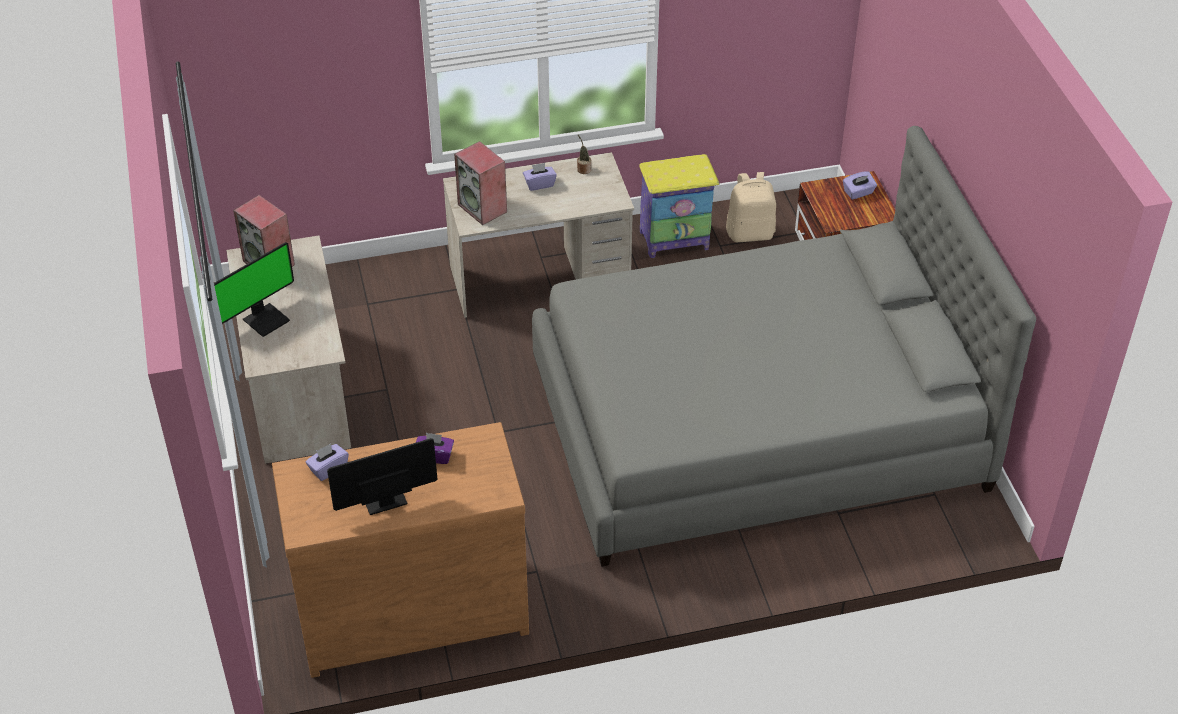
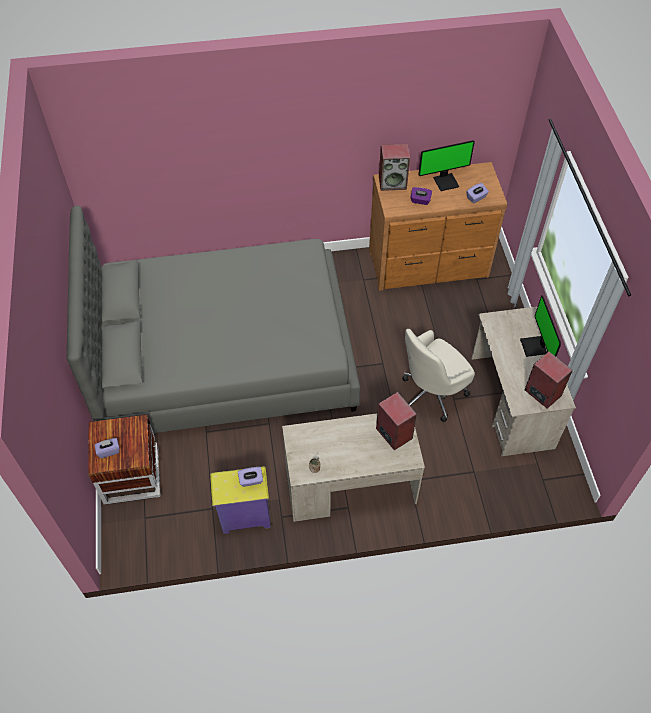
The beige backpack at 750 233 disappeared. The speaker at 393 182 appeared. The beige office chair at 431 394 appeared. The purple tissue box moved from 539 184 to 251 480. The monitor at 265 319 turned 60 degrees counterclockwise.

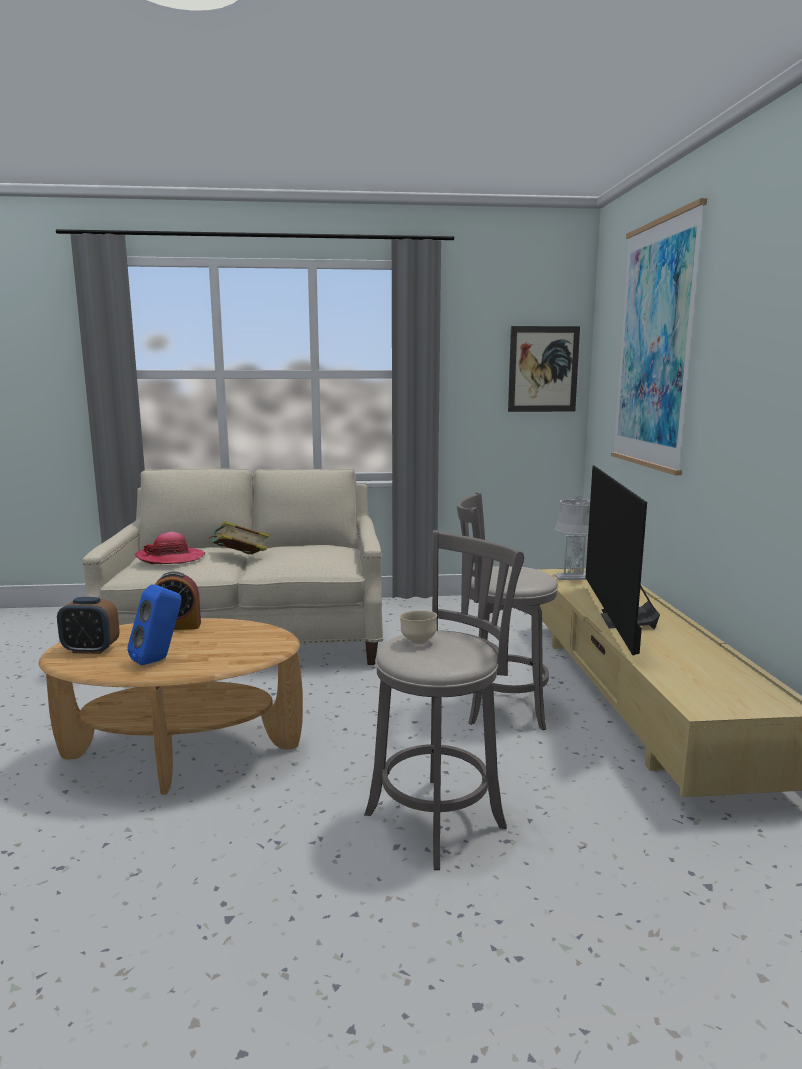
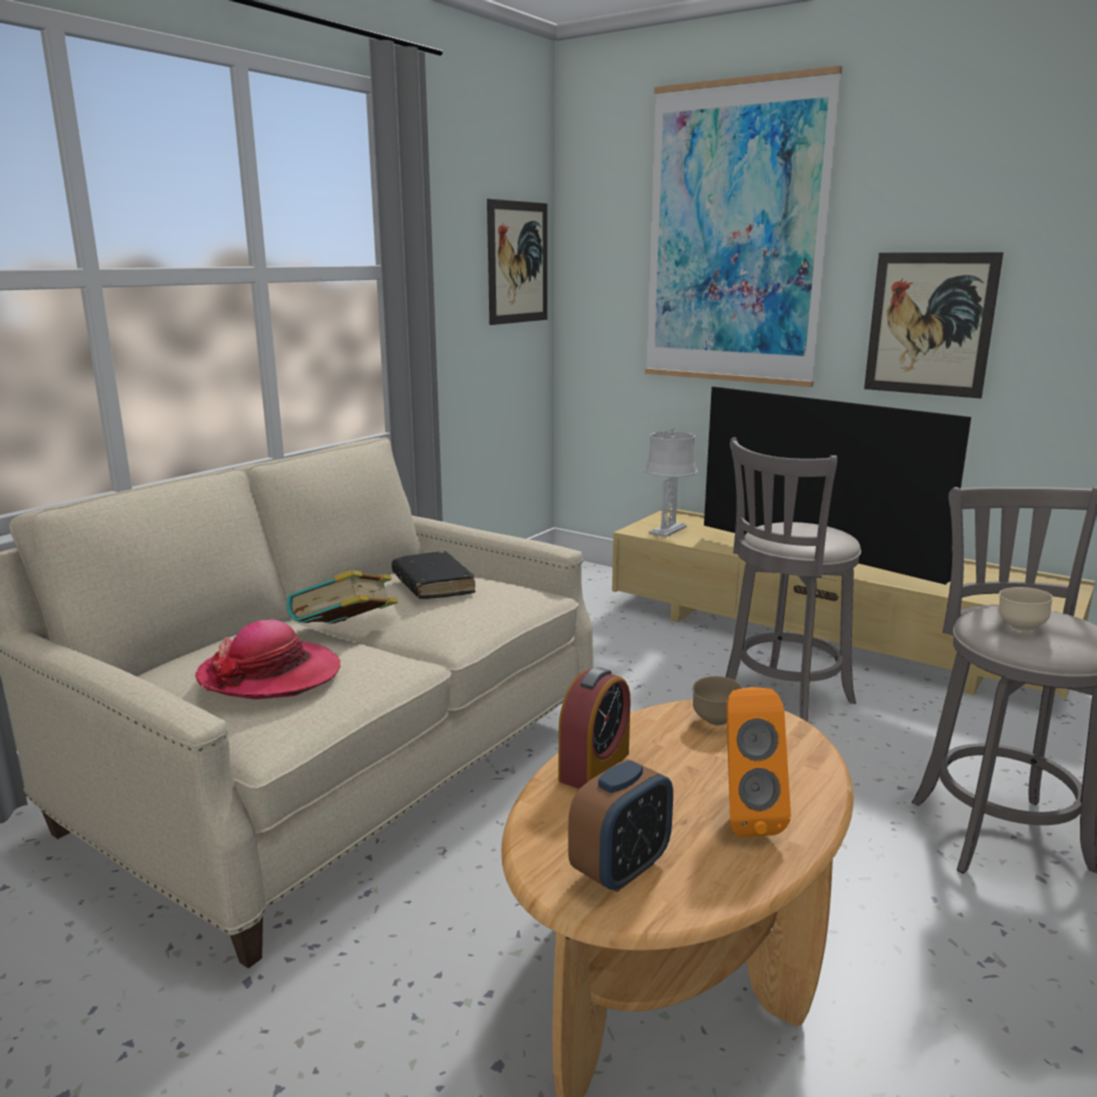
The black book at 433 585 appeared. The brown bowl at 715 722 appeared. The picture at 930 324 appeared. The blue speaker at 159 660 became the orange speaker at 744 817.

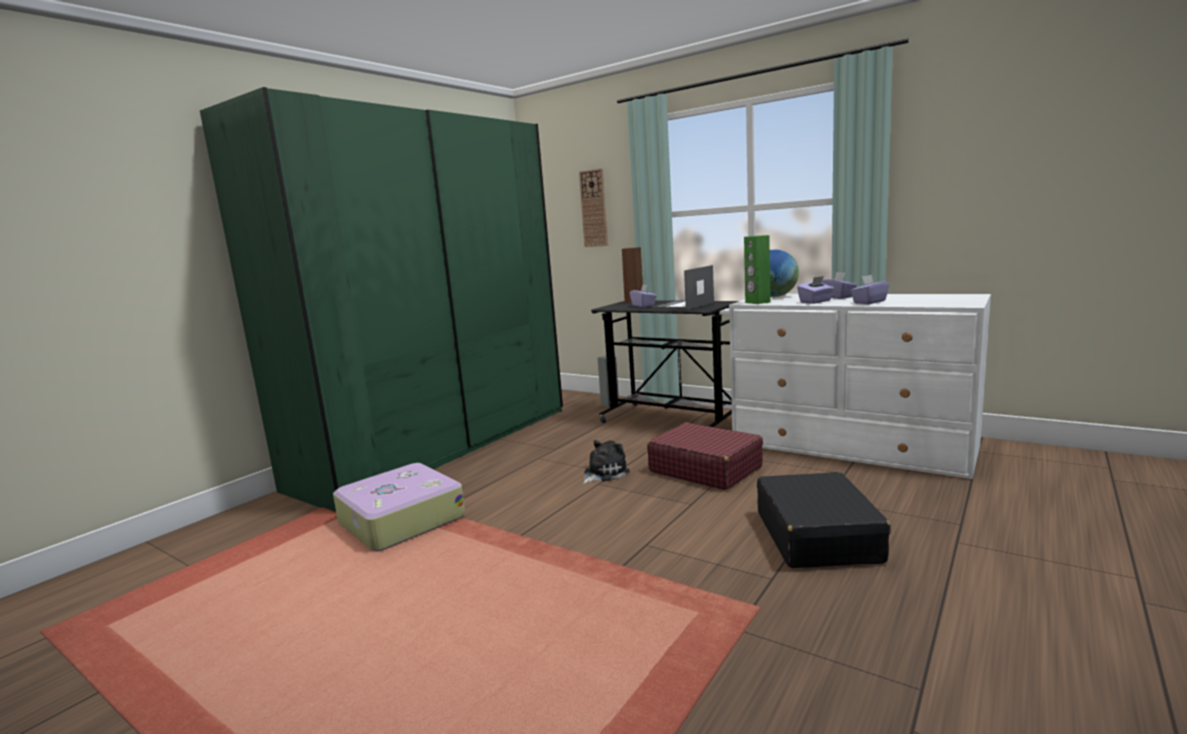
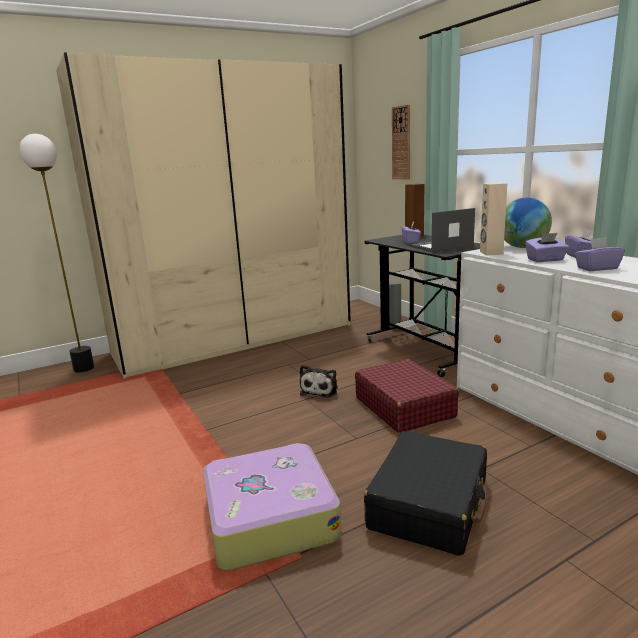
The floor lamp at 84 368 appeared. The suitcase moved from 400 520 to 269 517. The green wardrobe at 440 446 became the beige wardrobe at 235 338. The green speaker at 757 302 became the beige speaker at 491 253. The plush toy at 604 473 turned 120 degrees clockwise.

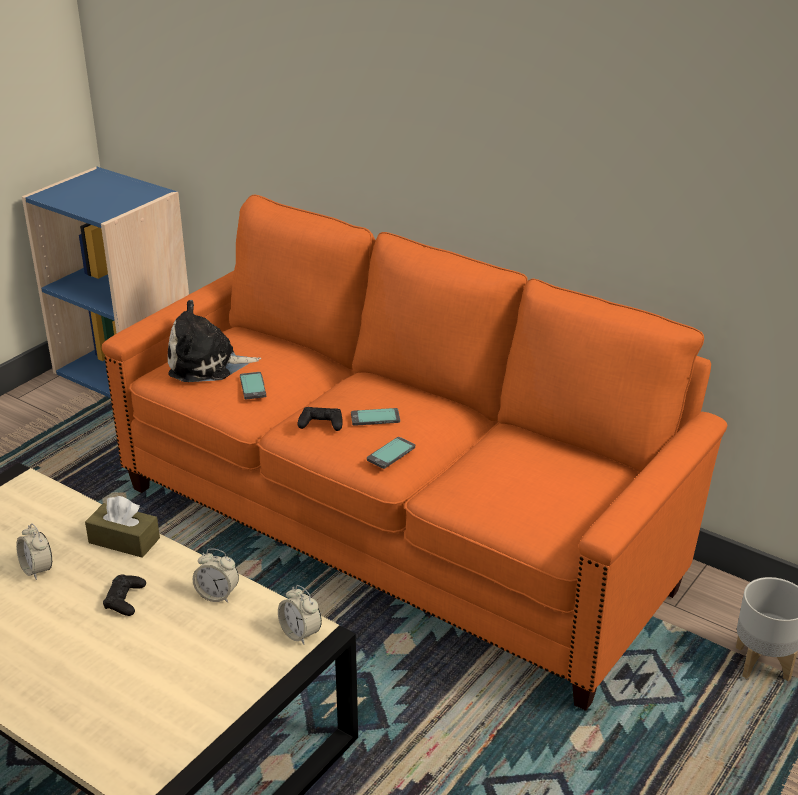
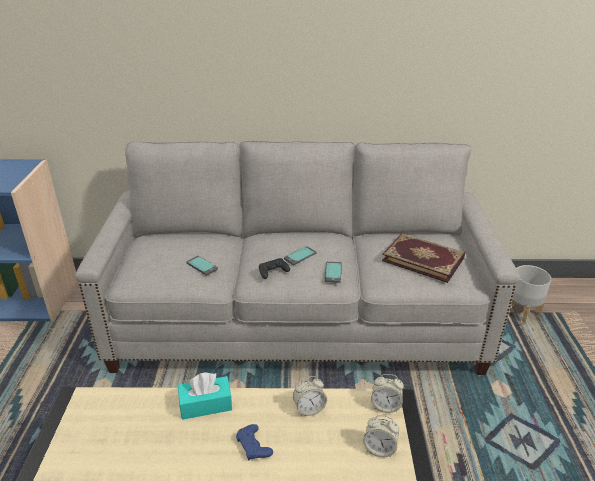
The plush toy at 207 364 disappeared. The book at 423 259 appeared. The alarm clock moved from 37 569 to 379 449. The brown tissue box at 124 540 became the turquoise tissue box at 206 405. The orange sofa at 401 530 became the grey sofa at 298 324. The black game controller at 125 600 became the blue game controller at 253 446.

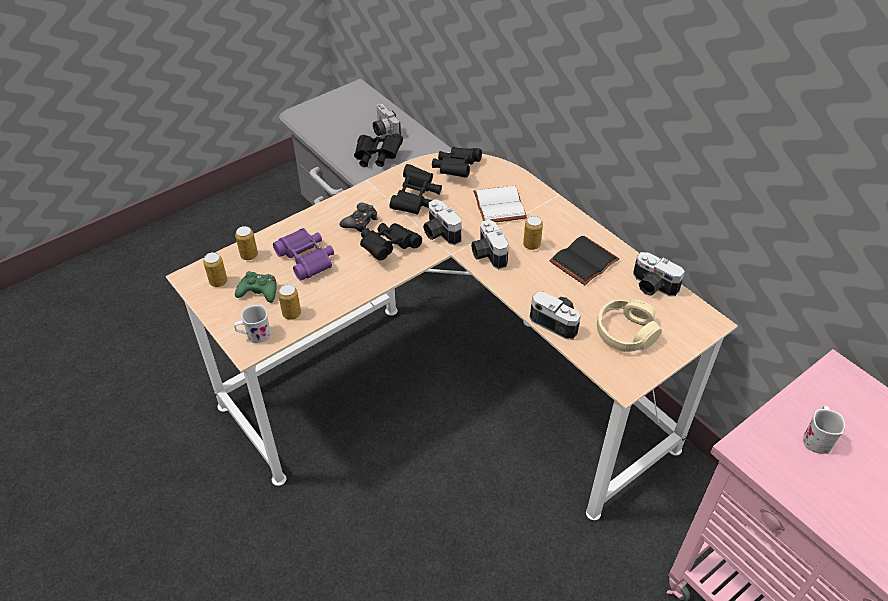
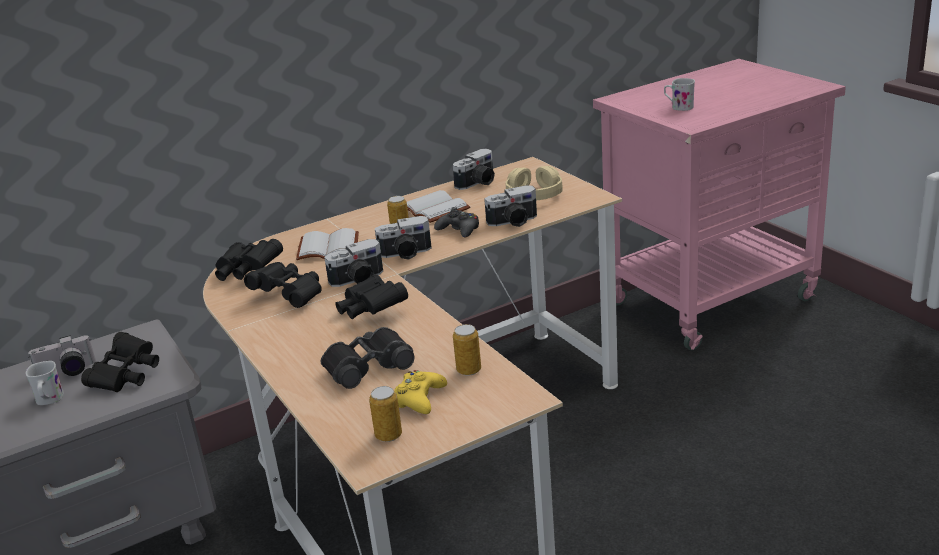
The can at 249 255 disappeared. The white mug moved from 254 335 to 49 400. The black game controller moved from 360 222 to 459 230. The green game controller at 259 291 became the yellow game controller at 419 399. The purple binoculars at 306 258 became the black binoculars at 367 366. The black book at 584 263 became the white book at 437 209. The photo camera at 556 321 turned 150 degrees counterclockwise.

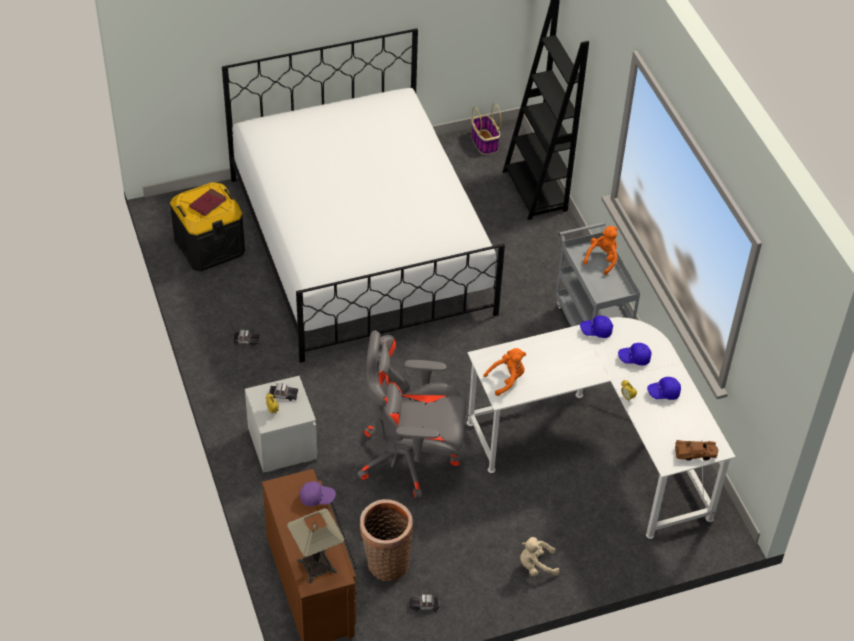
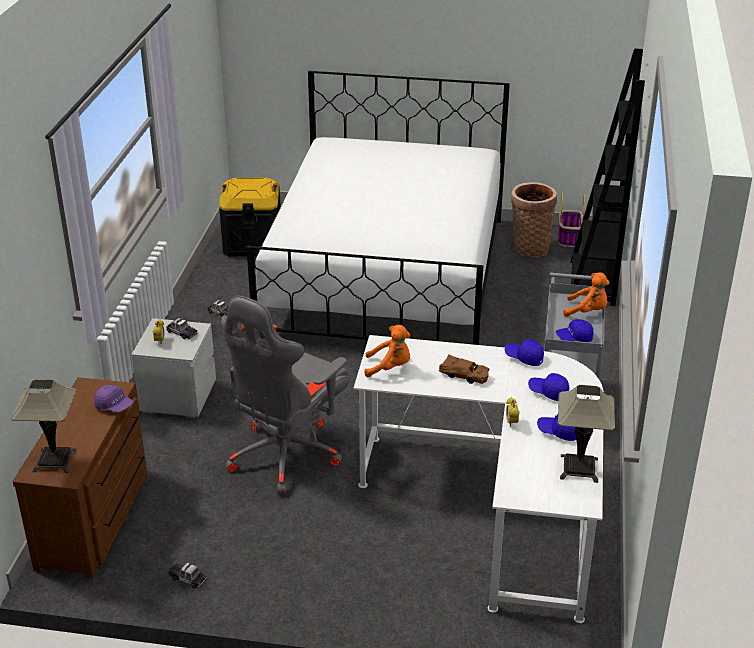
The red book at 208 203 disappeared. The beige plush toy at 536 565 disappeared. The blue cap at 574 338 appeared. The table lamp at 579 468 appeared. The basket moved from 385 562 to 529 247. The brown toy car moved from 695 453 to 464 375. The grey office chair at 414 460 turned 90 degrees counterclockwise. The orange plush toy at 602 259 turned 45 degrees clockwise.

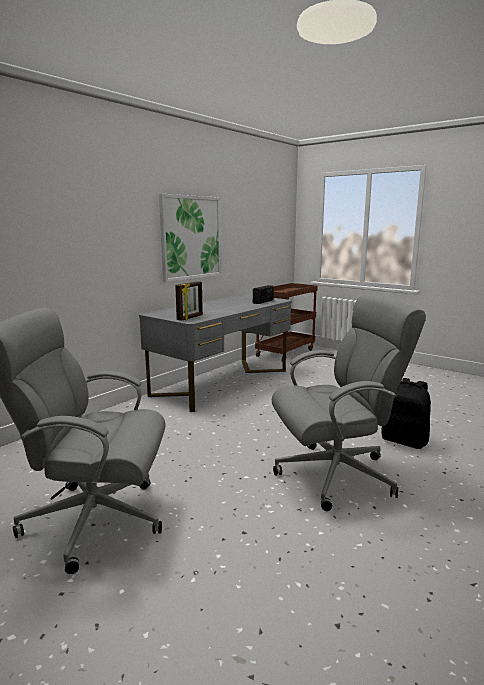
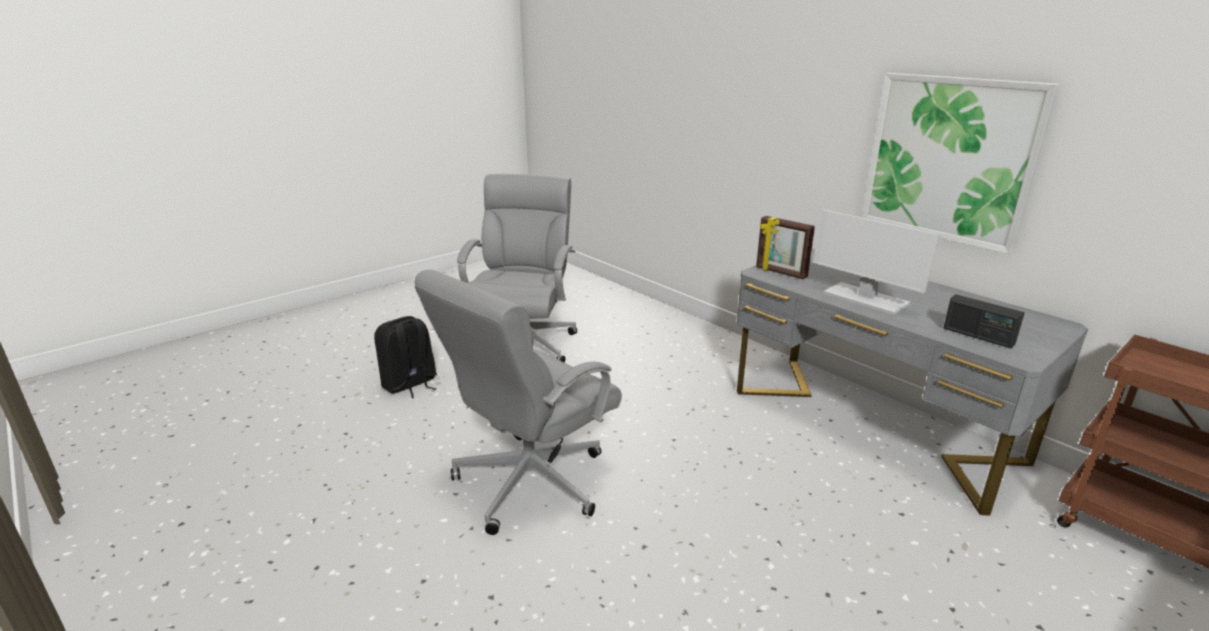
The monitor at 864 299 appeared. The black backpack moved from 404 441 to 410 384. The grey office chair at 335 475 turned 45 degrees clockwise.

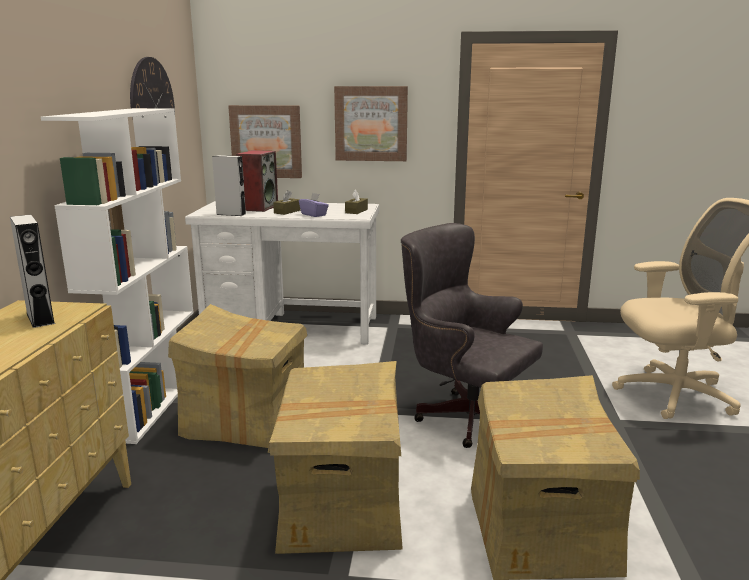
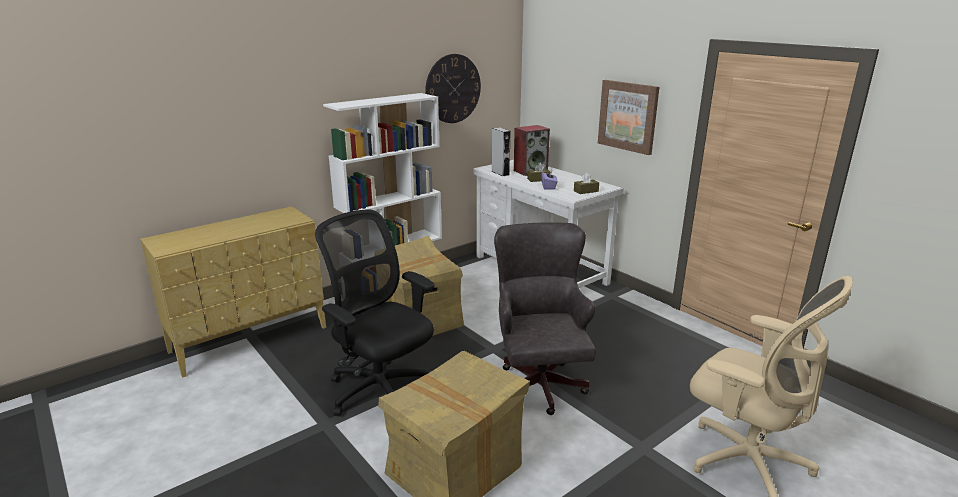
The grey speaker at 40 318 disappeared. The picture at 266 141 disappeared. The cardboard box at 340 508 was replaced by the black office chair at 383 392.

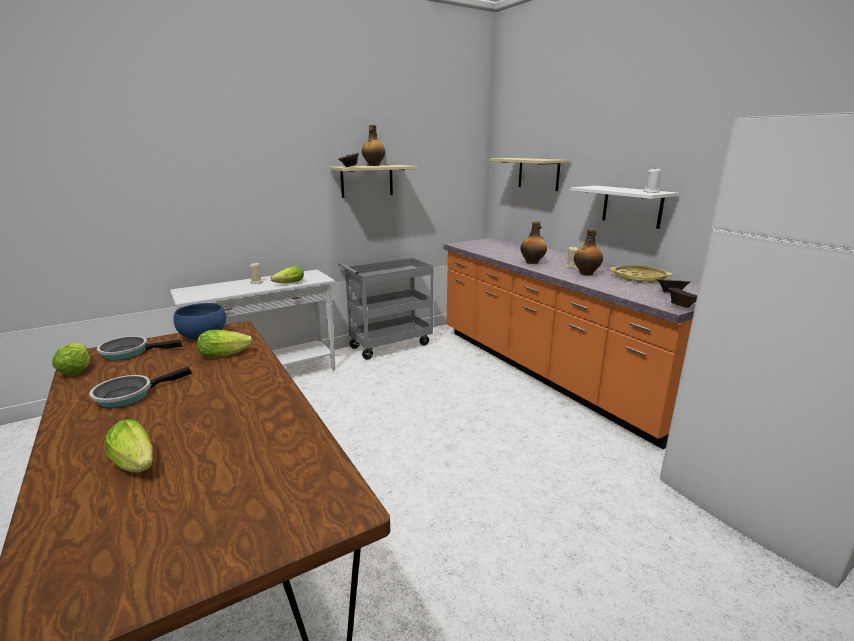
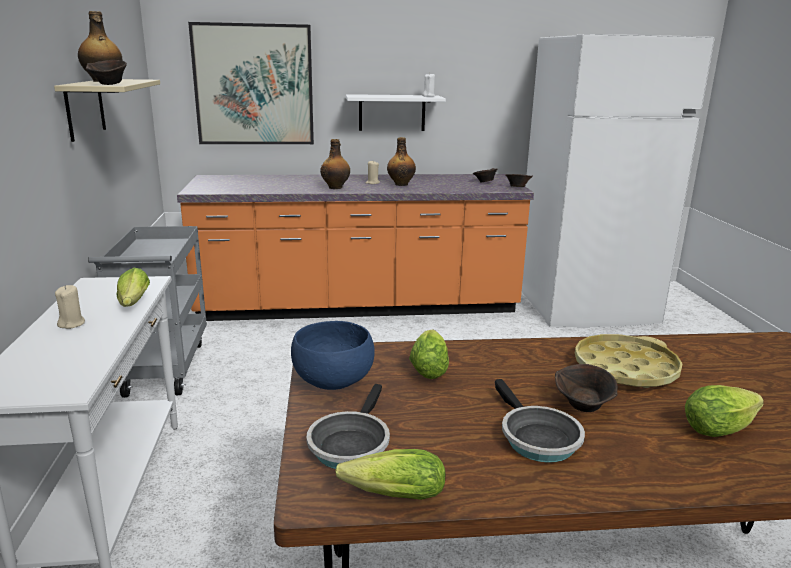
The brown bowl at 583 407 appeared. The yellow tray moved from 639 278 to 625 369. The beige shelf at 538 174 was replaced by the picture at 254 85.

